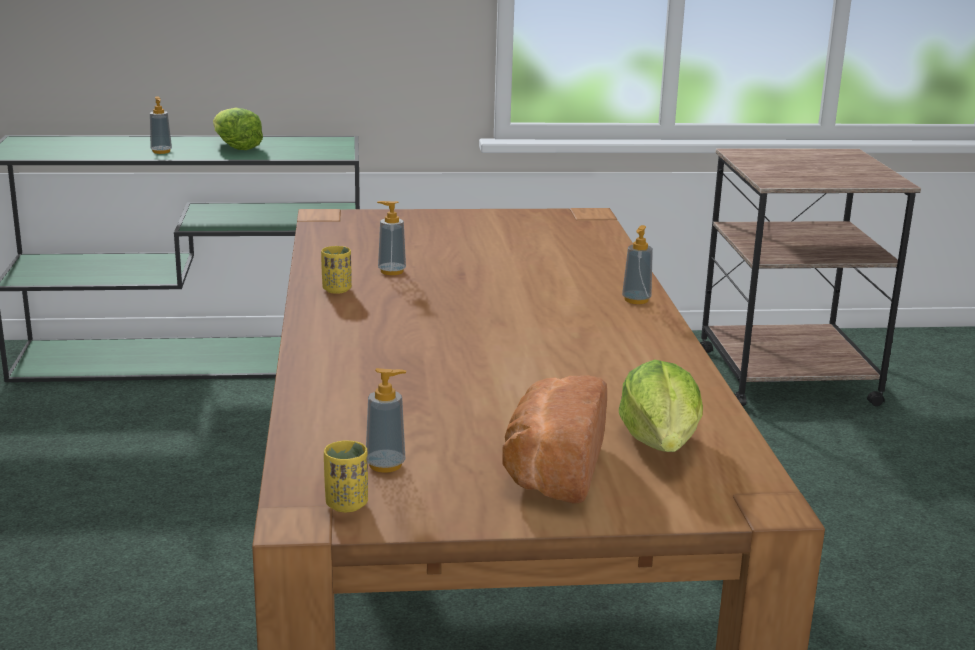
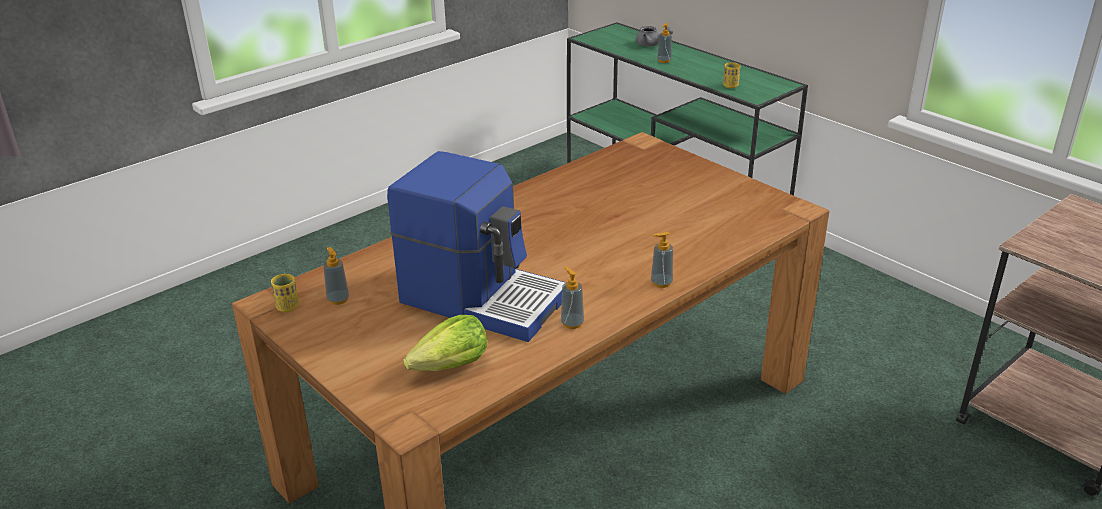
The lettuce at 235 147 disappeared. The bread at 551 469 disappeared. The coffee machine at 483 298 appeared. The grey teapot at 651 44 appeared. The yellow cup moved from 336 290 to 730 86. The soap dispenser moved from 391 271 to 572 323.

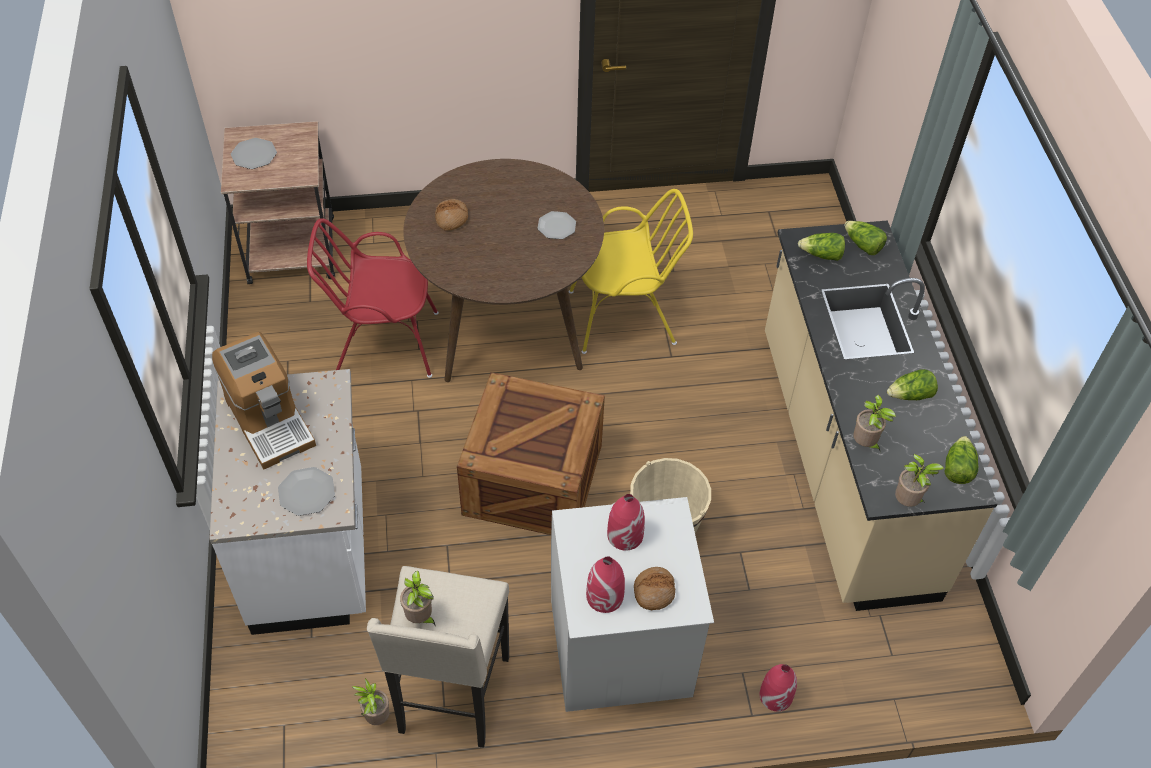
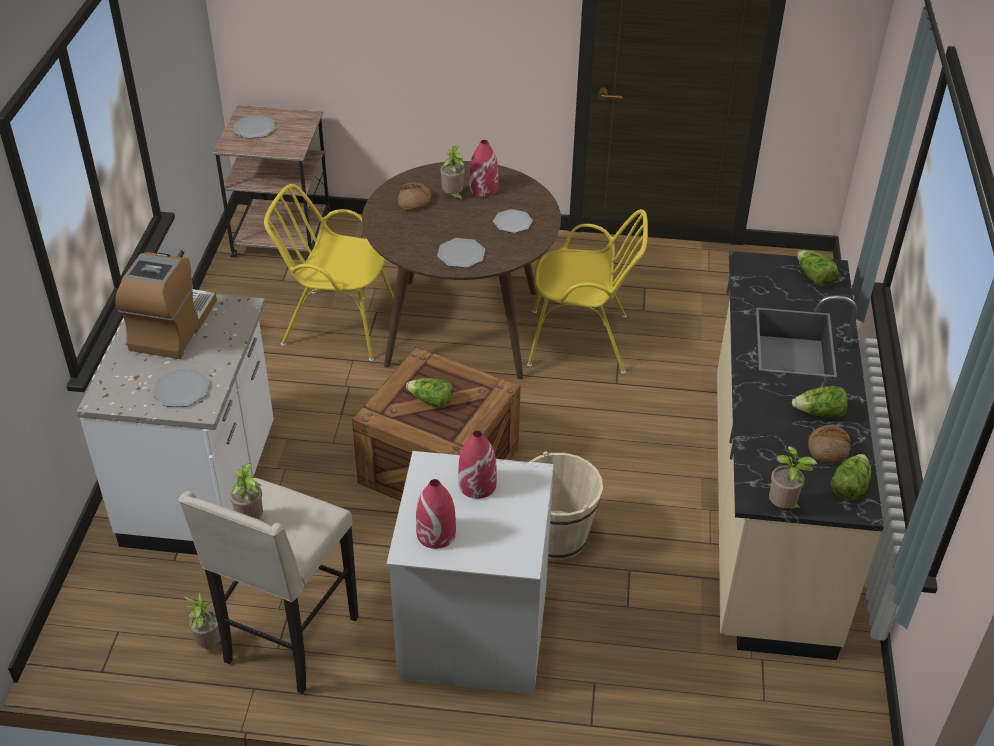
The plate at 461 254 appeared. The bread moved from 654 591 to 828 448. The red vase moved from 775 695 to 483 188. The lettuce moved from 821 255 to 431 401. The potted plant moved from 865 444 to 453 196. The red chair at 381 342 became the yellow chair at 336 324. The coffee machine at 269 421 turned 150 degrees counterclockwise.

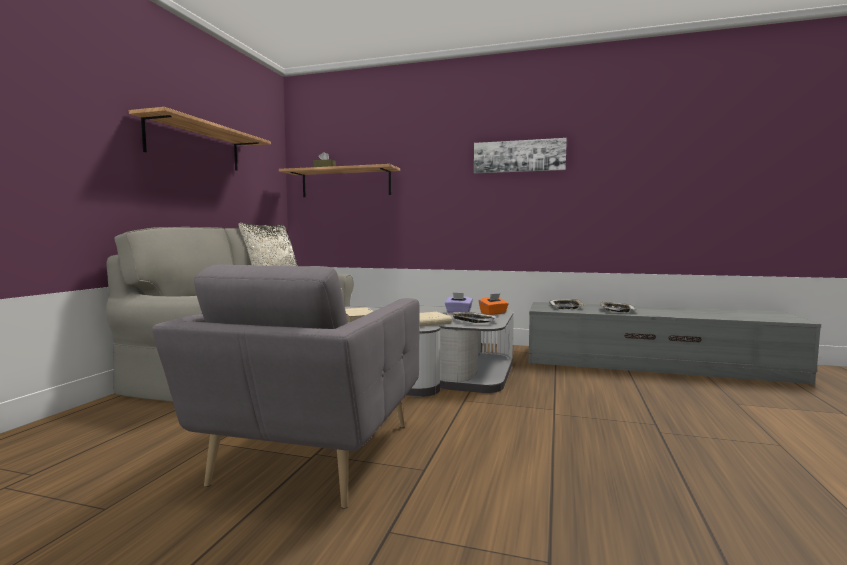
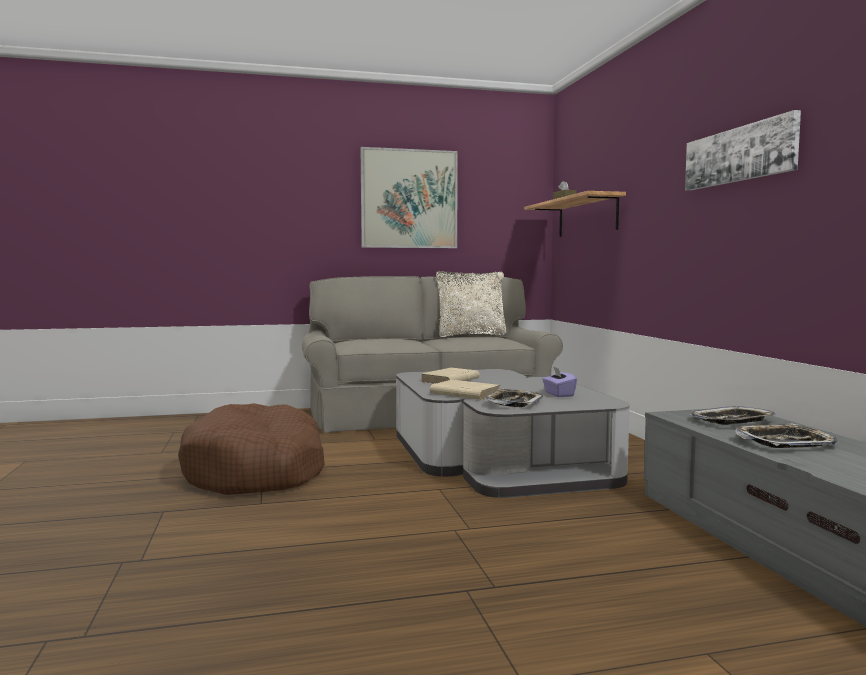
The orange tissue box at 493 313 disappeared. The shelf at 195 145 was replaced by the picture at 409 199. The grey armchair at 311 457 was replaced by the brown dog bed at 256 471.

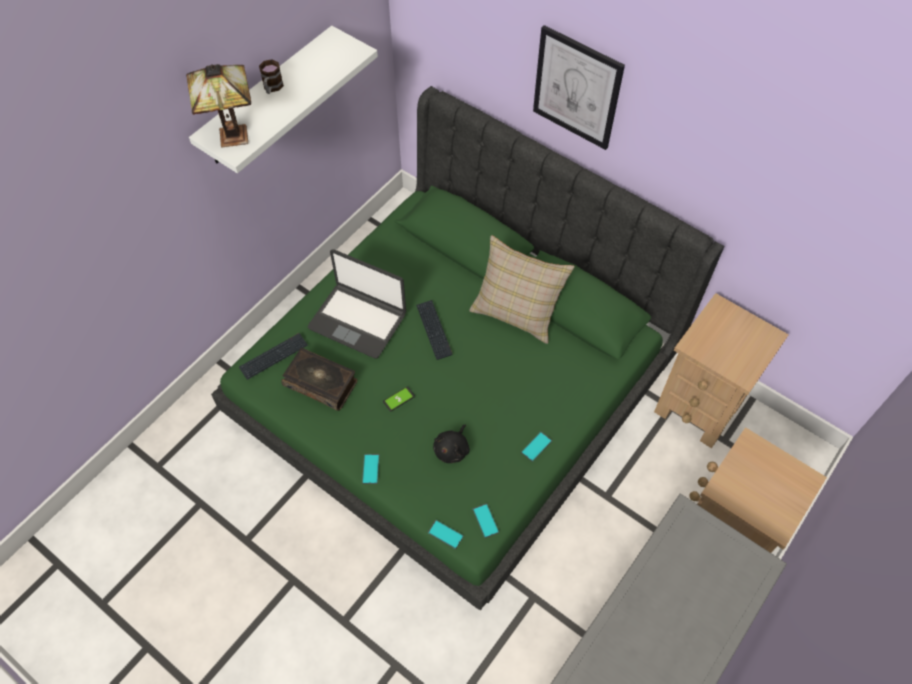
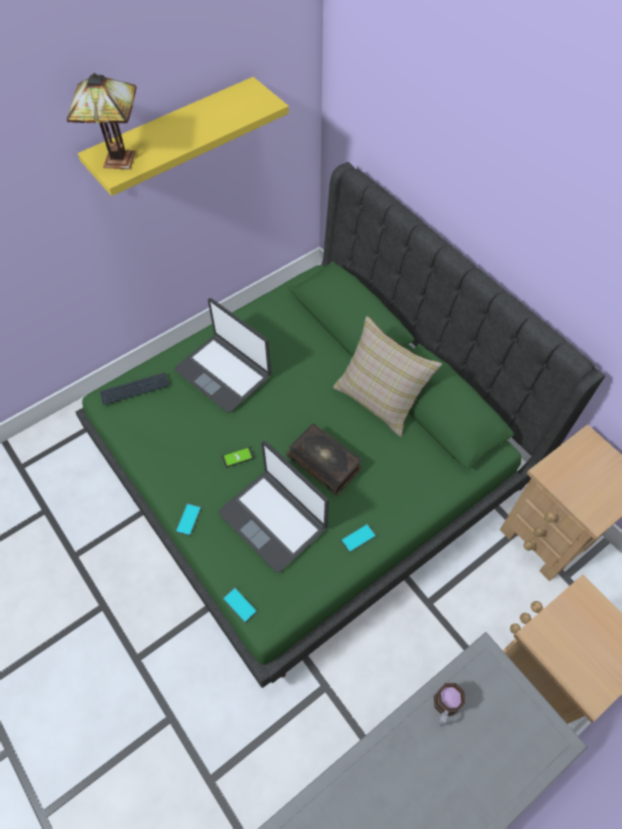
The keyboard at 434 330 disappeared. The phone at 485 520 disappeared. The picture at 577 88 disappeared. The mug moved from 272 88 to 444 708. The book moved from 321 383 to 324 463. The black plush toy at 452 449 was replaced by the laptop at 274 520. The white shelf at 268 98 became the yellow shelf at 173 135.

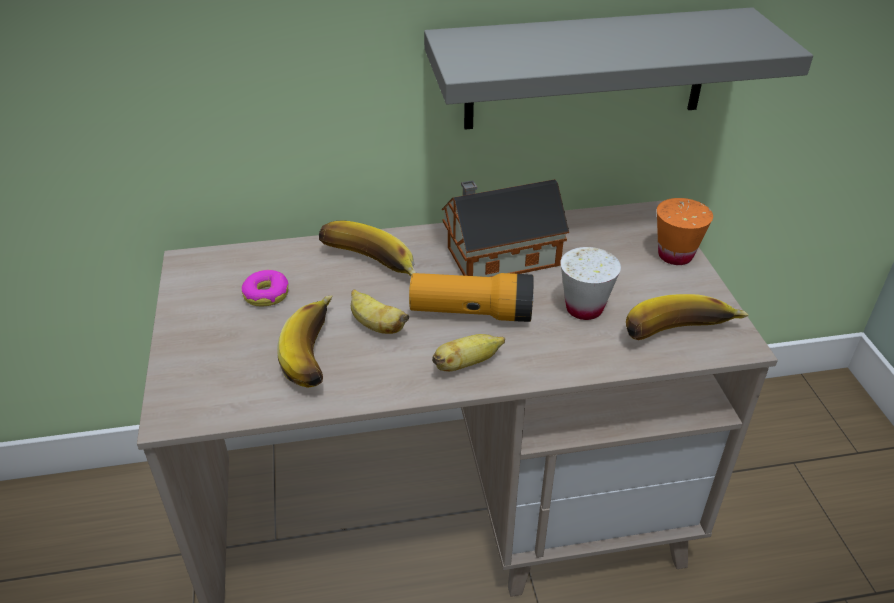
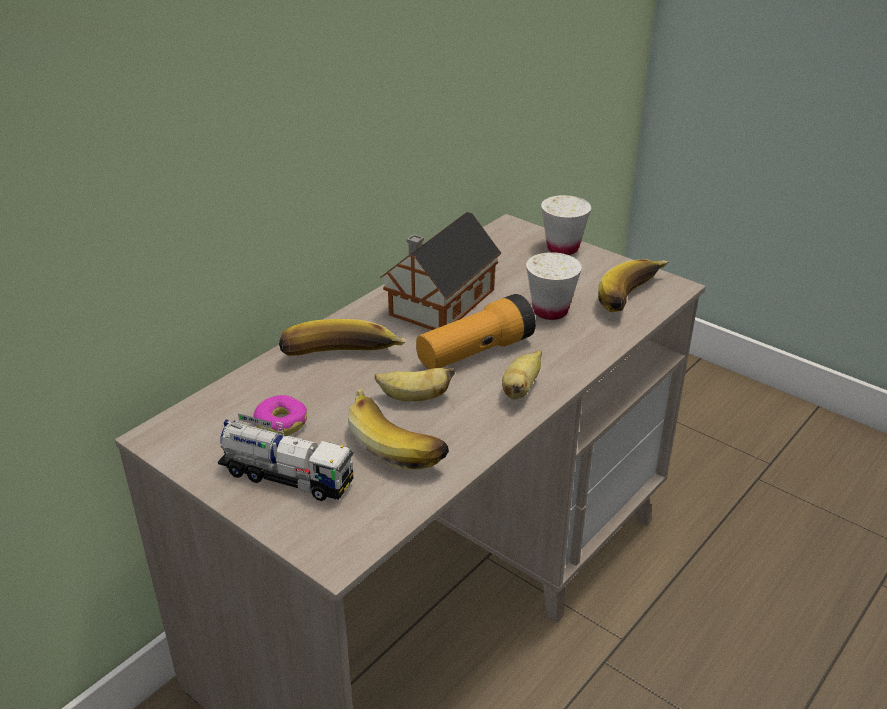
The grey shelf at 587 69 disappeared. The toy truck at 287 477 appeared. The orange cup at 675 255 became the white cup at 562 248.

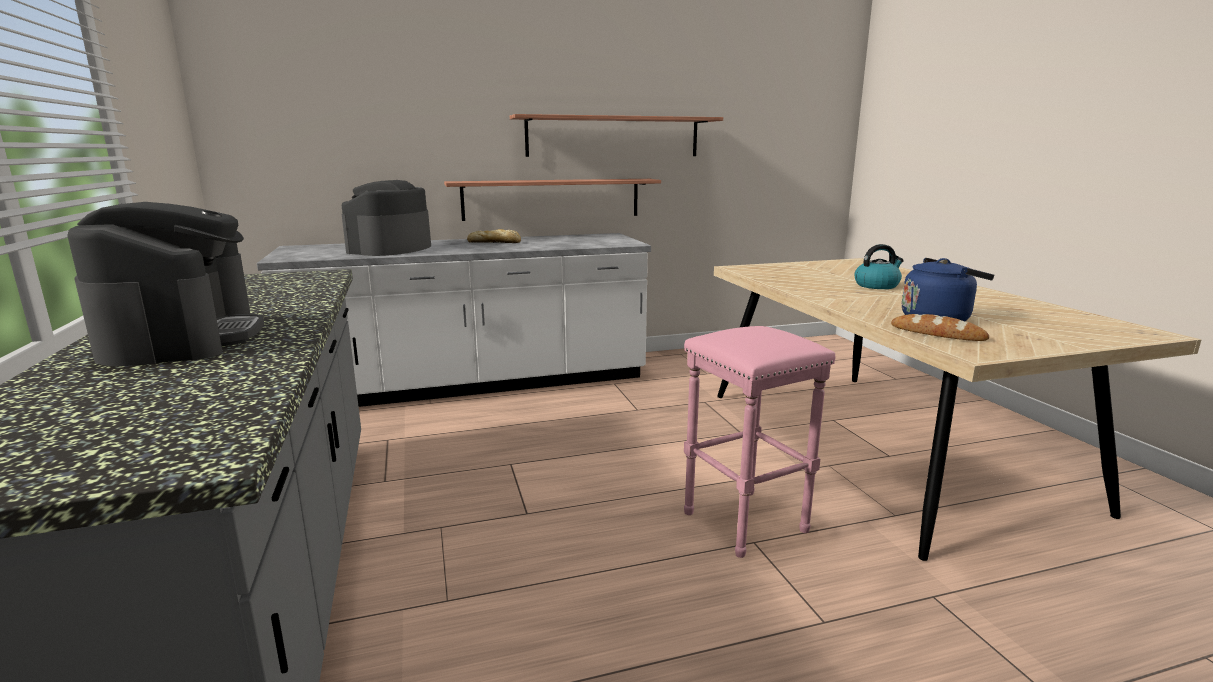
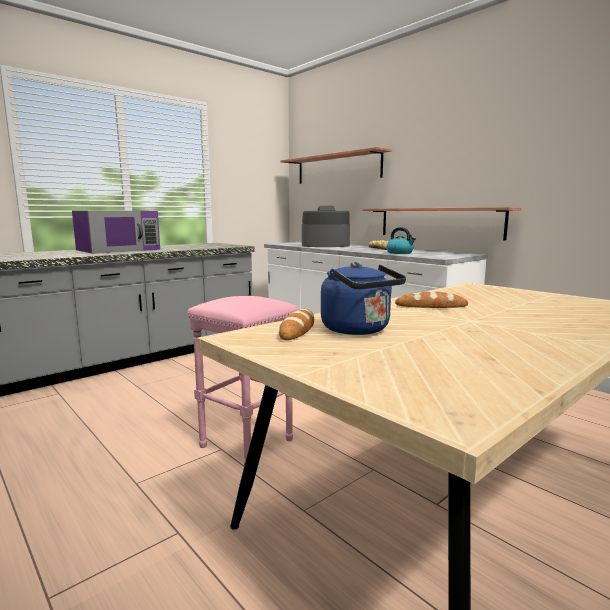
The bread at 431 306 appeared. The shelf moved from 613 136 to 337 168. The kettle moved from 877 285 to 400 253. The coffee machine at 183 338 was replaced by the purple microwave at 119 249.

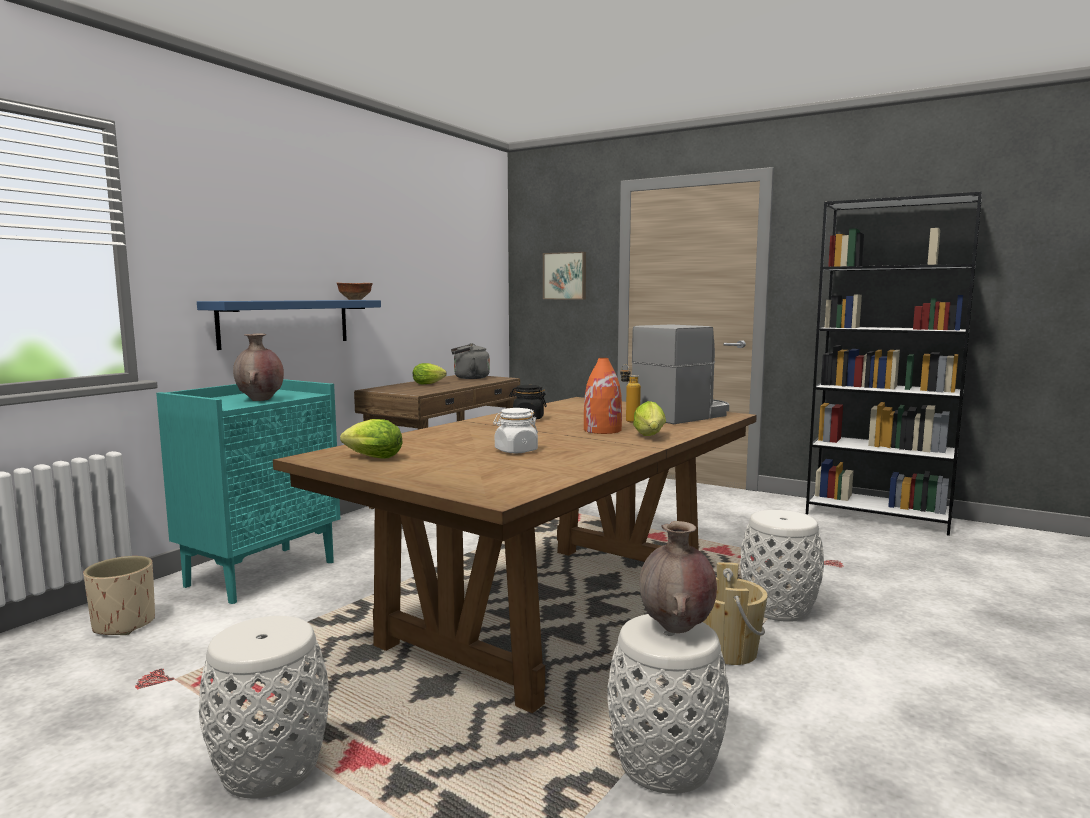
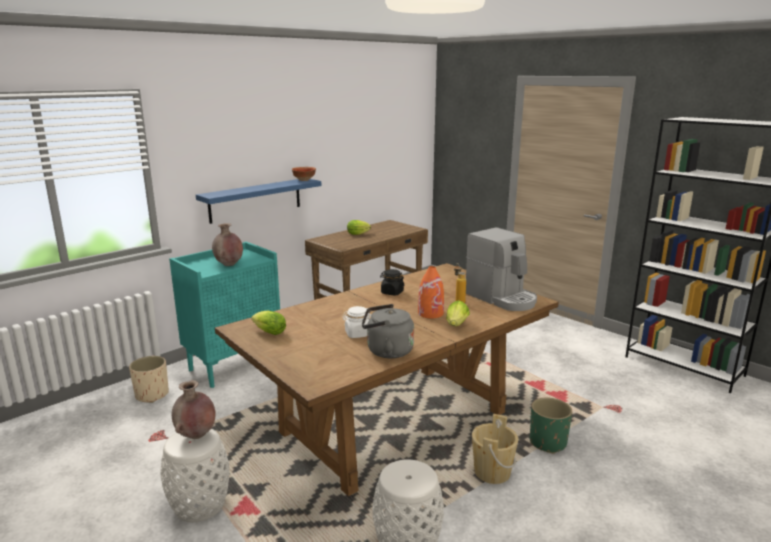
The picture at 565 276 disappeared. The grey kettle moved from 469 378 to 386 351. The brown vase moved from 676 628 to 196 435. The white stool at 778 609 was replaced by the green planter at 548 443. The coffee machine at 683 415 turned 75 degrees clockwise.

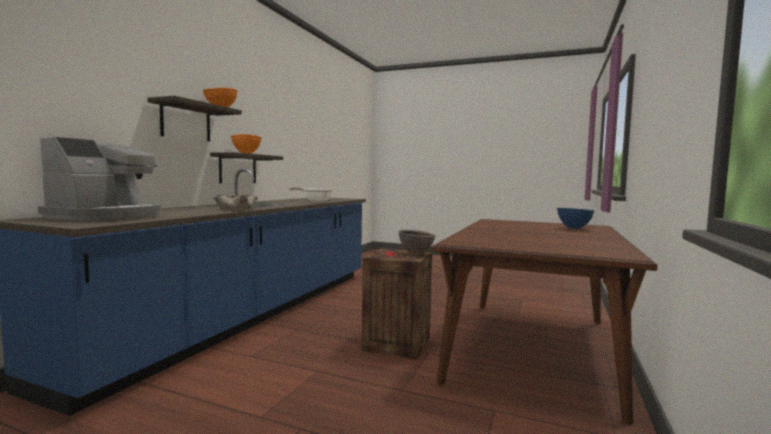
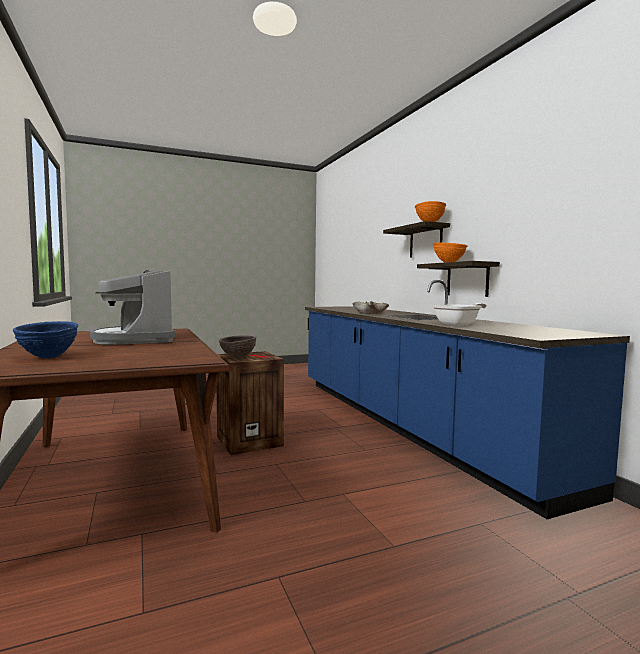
The coffee machine moved from 107 216 to 135 339.

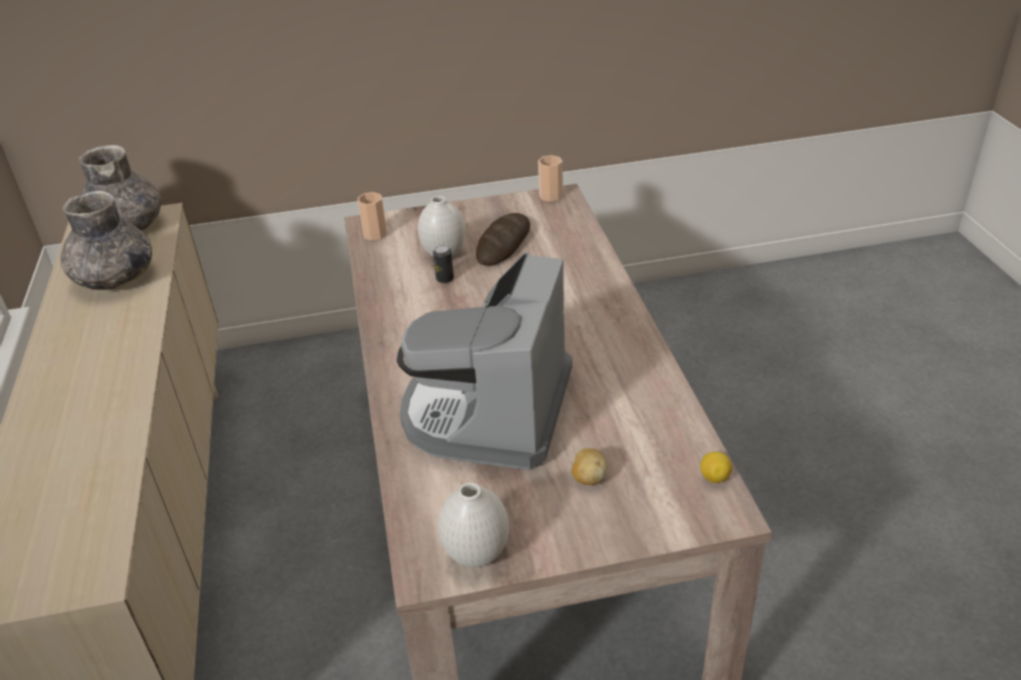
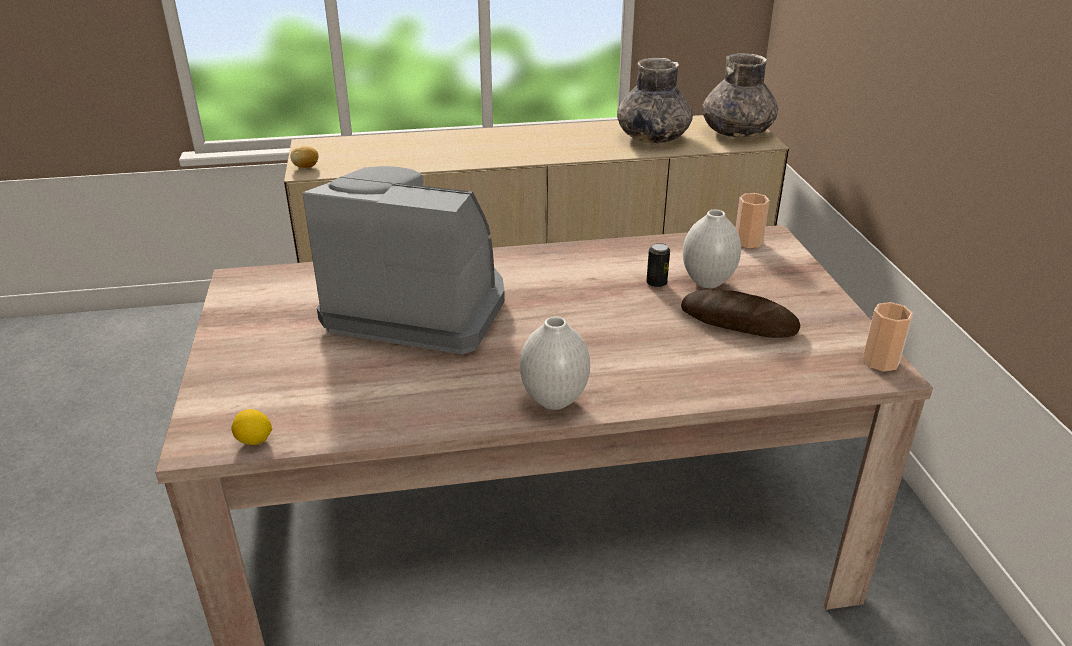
The white vase moved from 477 556 to 553 401. The potato moved from 588 478 to 306 167.

